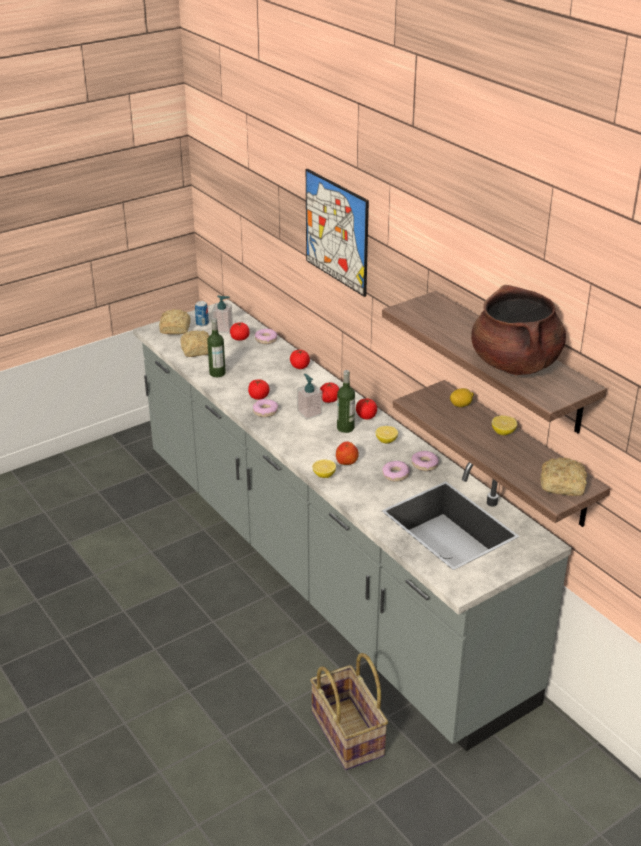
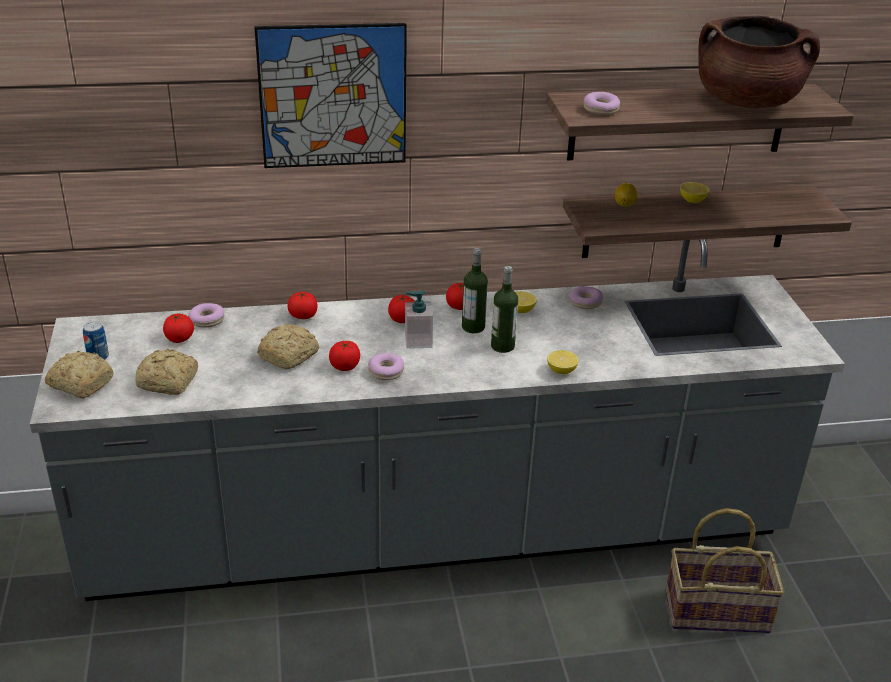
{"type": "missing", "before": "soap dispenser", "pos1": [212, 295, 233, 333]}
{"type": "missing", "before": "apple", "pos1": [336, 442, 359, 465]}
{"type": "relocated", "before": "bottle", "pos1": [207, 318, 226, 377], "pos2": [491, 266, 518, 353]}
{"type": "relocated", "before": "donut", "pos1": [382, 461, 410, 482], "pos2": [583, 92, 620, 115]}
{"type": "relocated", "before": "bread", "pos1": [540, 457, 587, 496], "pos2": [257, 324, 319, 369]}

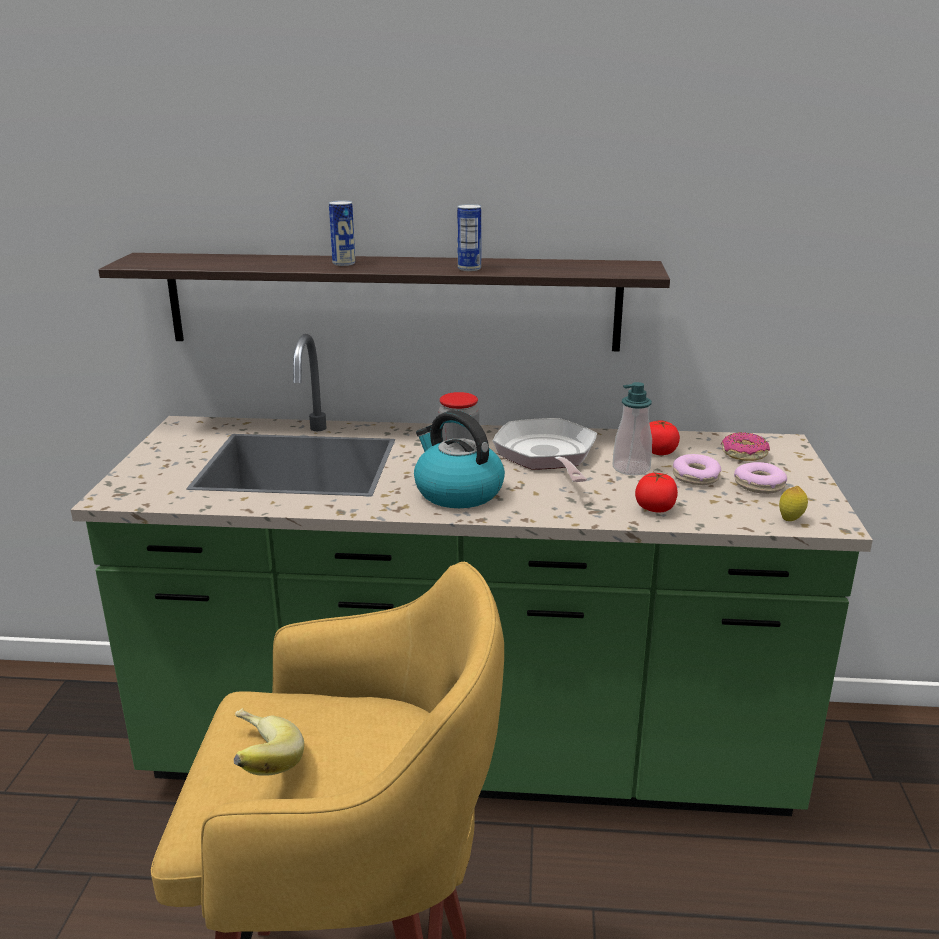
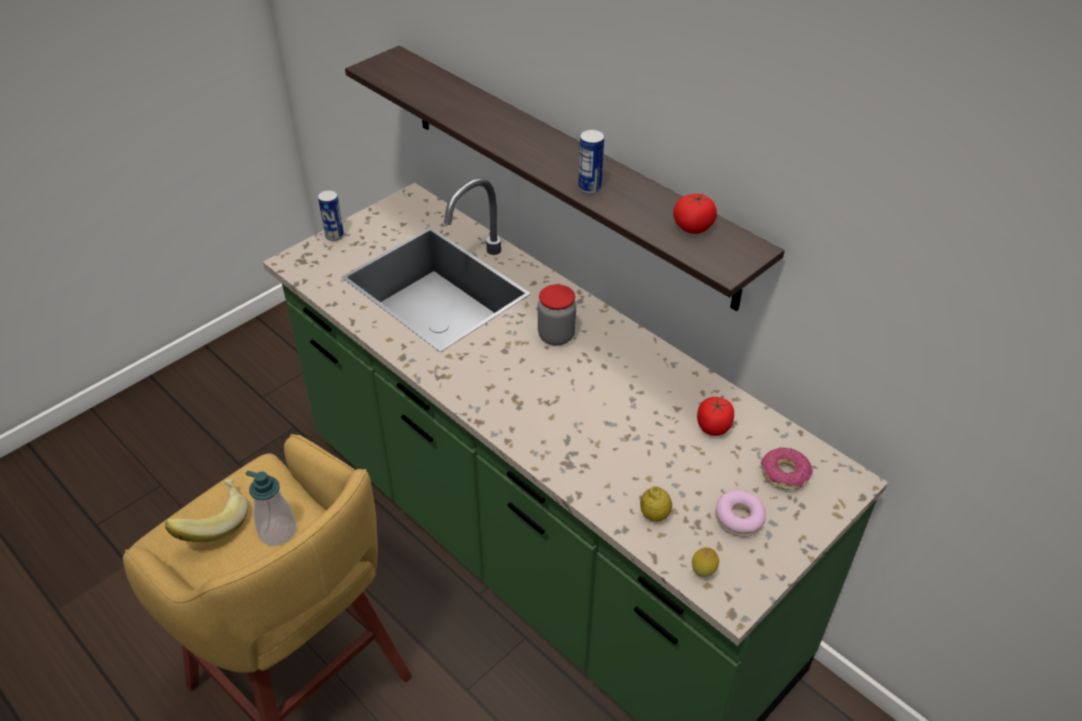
{"type": "missing", "before": "kettle", "pos1": [414, 410, 505, 508]}
{"type": "missing", "before": "frying pan", "pos1": [493, 418, 597, 482]}
{"type": "missing", "before": "donut", "pos1": [673, 454, 721, 485]}
{"type": "appeared", "after": "lemon", "pos2": [640, 486, 672, 521]}
{"type": "relocated", "before": "can", "pos1": [329, 201, 355, 266], "pos2": [318, 190, 344, 241]}
{"type": "relocated", "before": "soap dispenser", "pos1": [612, 382, 652, 475], "pos2": [246, 471, 296, 546]}
{"type": "relocated", "before": "tomato", "pos1": [635, 472, 678, 512], "pos2": [673, 194, 717, 234]}

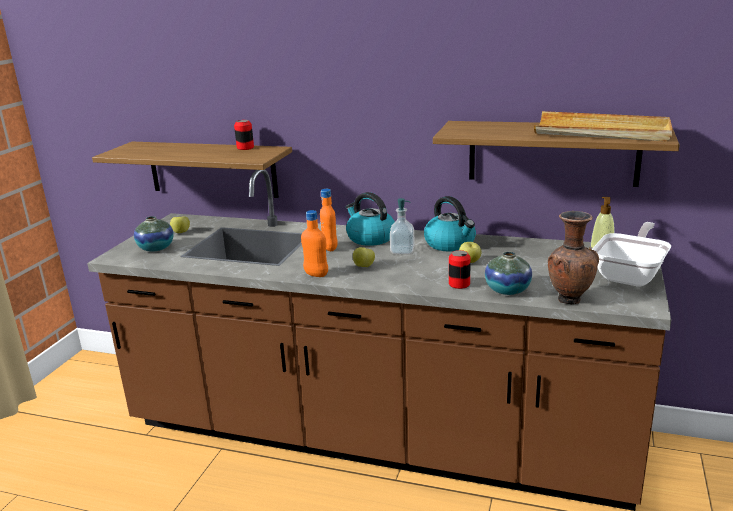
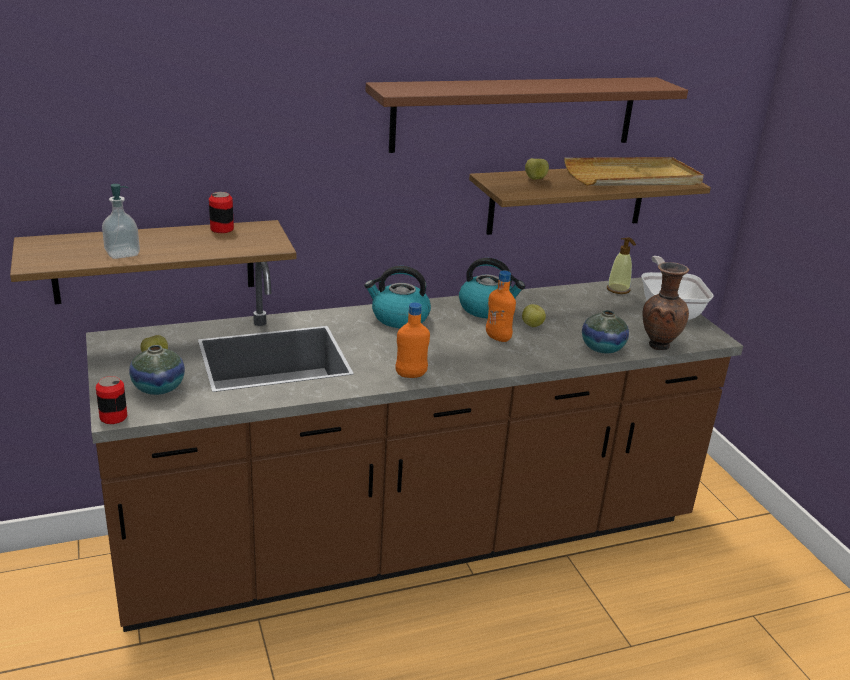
{"type": "appeared", "after": "shelf in brown", "pos2": [366, 77, 688, 153]}
{"type": "relocated", "before": "bottle in orange", "pos1": [320, 189, 338, 251], "pos2": [486, 271, 516, 342]}
{"type": "relocated", "before": "apple", "pos1": [353, 247, 375, 267], "pos2": [525, 158, 549, 180]}
{"type": "relocated", "before": "soap dispenser", "pos1": [390, 198, 415, 254], "pos2": [102, 184, 140, 259]}
{"type": "relocated", "before": "can", "pos1": [449, 250, 471, 289], "pos2": [96, 376, 127, 424]}

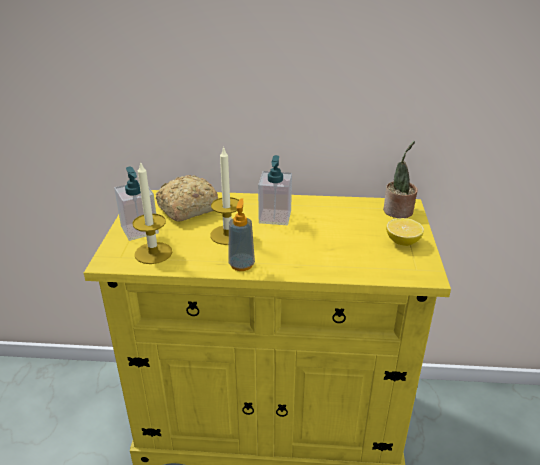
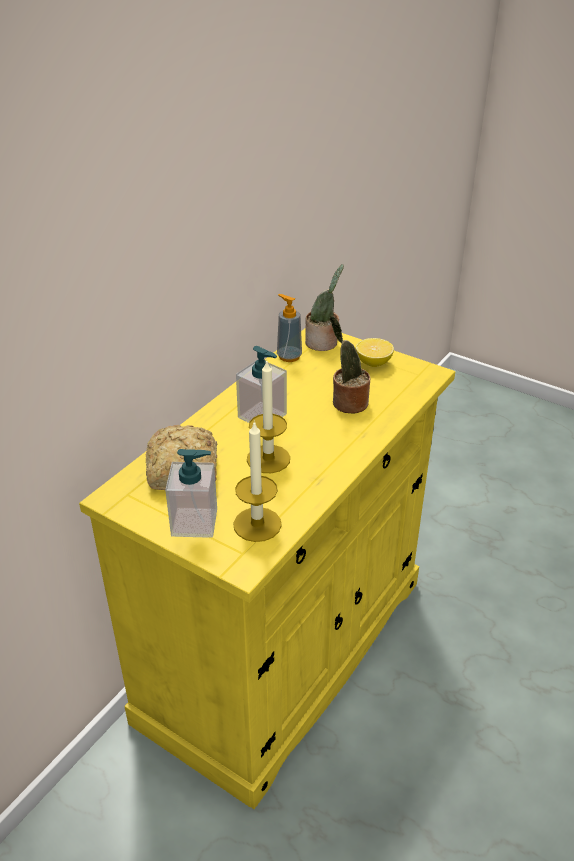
{"type": "appeared", "after": "potted plant", "pos2": [330, 316, 370, 414]}
{"type": "relocated", "before": "soap dispenser", "pos1": [228, 198, 255, 271], "pos2": [277, 294, 302, 362]}

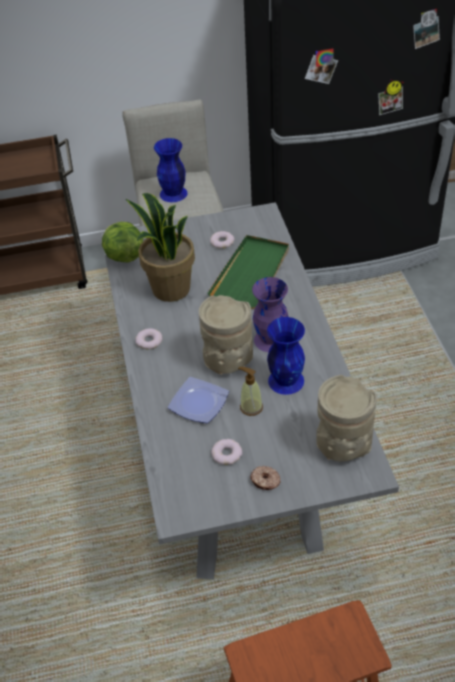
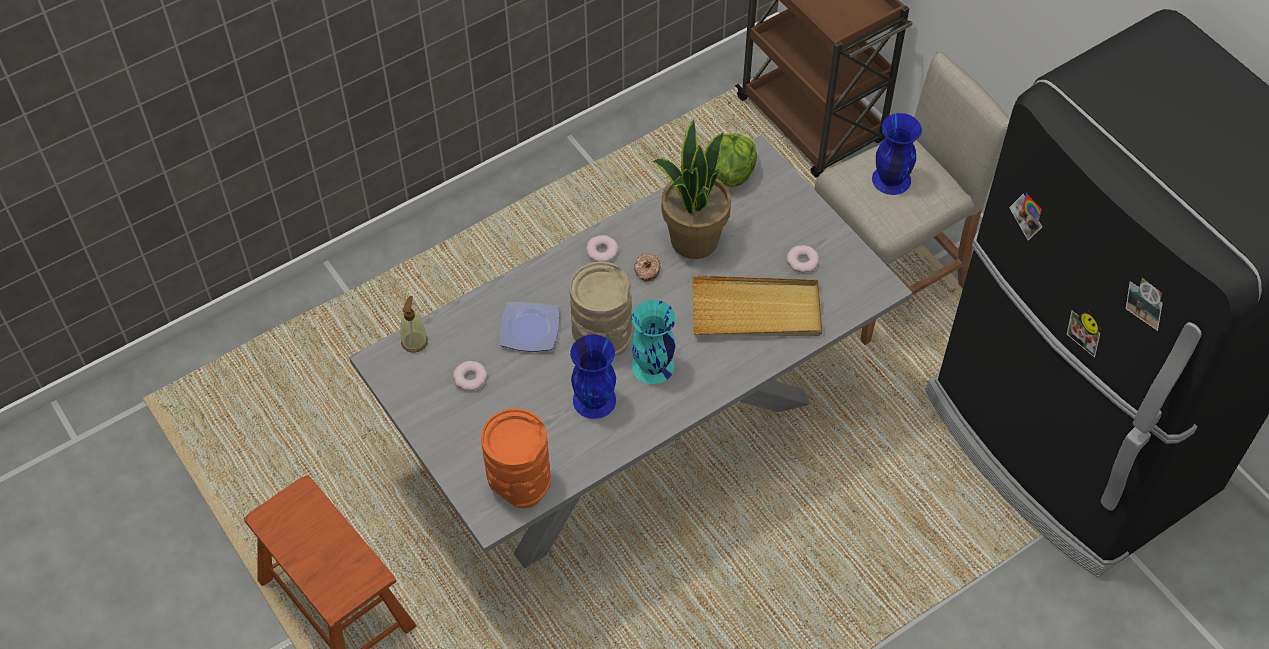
{"type": "relocated", "before": "soap dispenser", "pos1": [238, 367, 263, 416], "pos2": [401, 296, 428, 353]}
{"type": "relocated", "before": "donut", "pos1": [250, 465, 281, 490], "pos2": [634, 253, 661, 282]}
{"type": "colour", "before": "tray in green", "after": "tray in beige", "pos1": [208, 235, 289, 309], "pos2": [692, 275, 822, 336]}
{"type": "colour", "before": "vase in purple", "after": "vase in turquoise", "pos1": [252, 277, 289, 352], "pos2": [631, 300, 676, 384]}
{"type": "colour", "before": "vase in beige", "after": "vase in orange", "pos1": [316, 375, 377, 462], "pos2": [481, 408, 551, 508]}

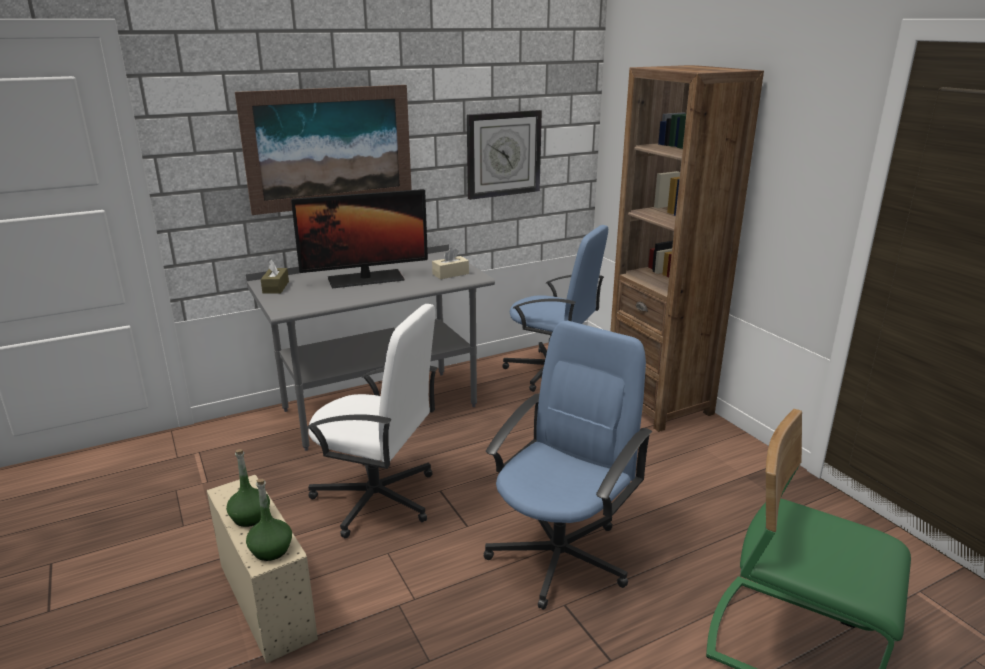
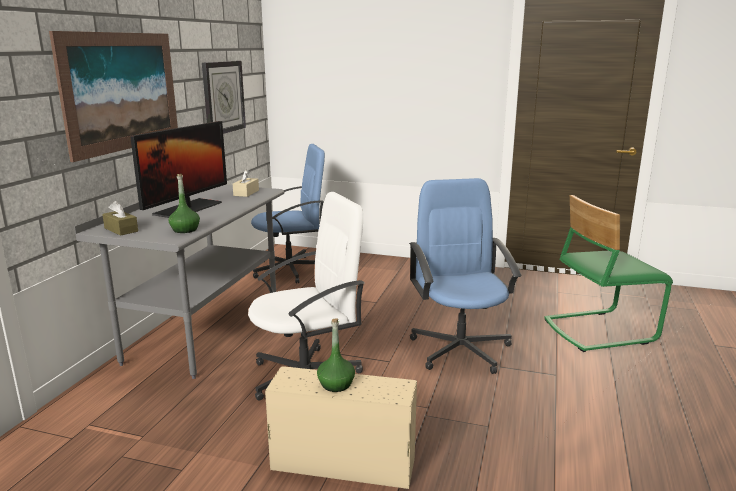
{"type": "missing", "before": "bookcase in brown", "pos1": [610, 65, 764, 432]}
{"type": "relocated", "before": "bottle in green", "pos1": [246, 479, 292, 561], "pos2": [168, 174, 200, 233]}

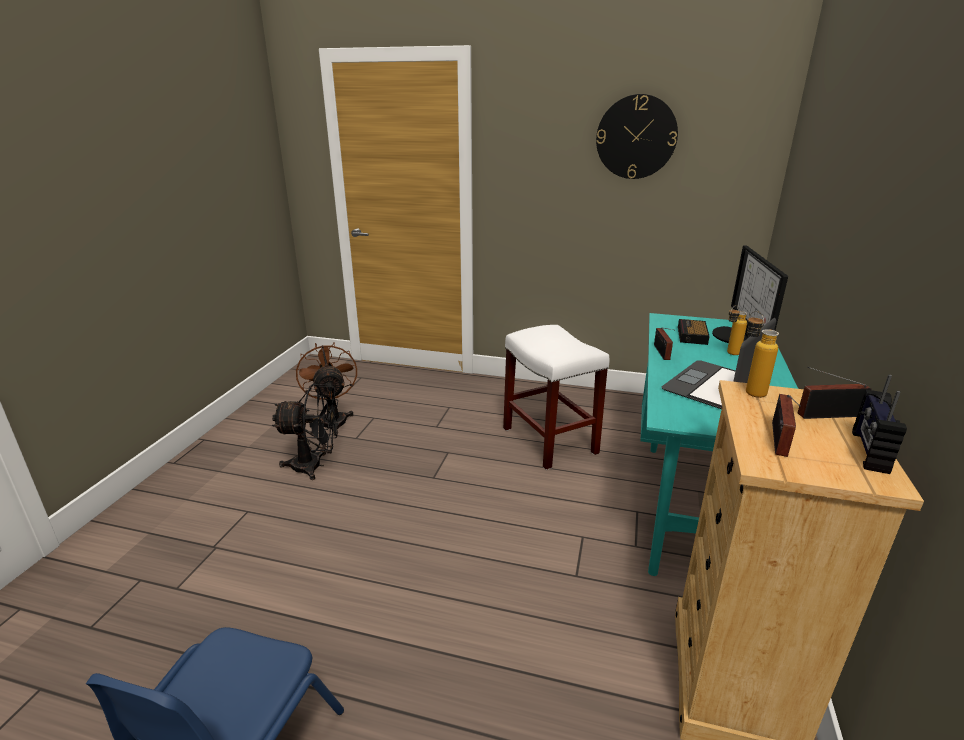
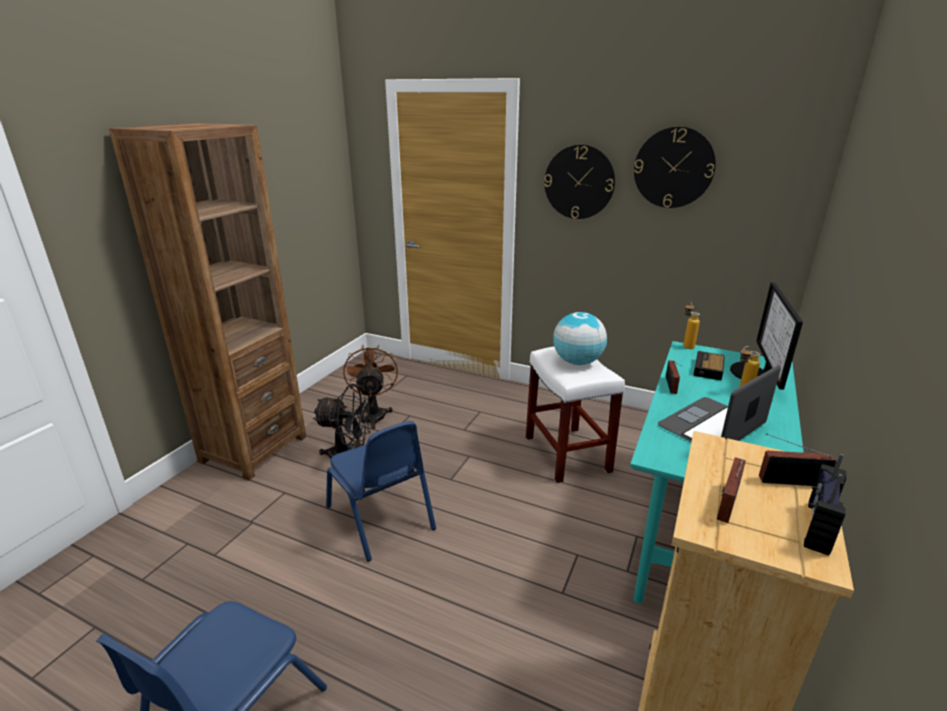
{"type": "appeared", "after": "bookcase in brown", "pos2": [109, 123, 306, 481]}
{"type": "appeared", "after": "chair in blue", "pos2": [326, 421, 436, 562]}
{"type": "appeared", "after": "wall clock", "pos2": [544, 145, 615, 219]}
{"type": "appeared", "after": "globe", "pos2": [553, 312, 607, 365]}
{"type": "relocated", "before": "bottle", "pos1": [746, 311, 779, 398], "pos2": [683, 302, 700, 349]}

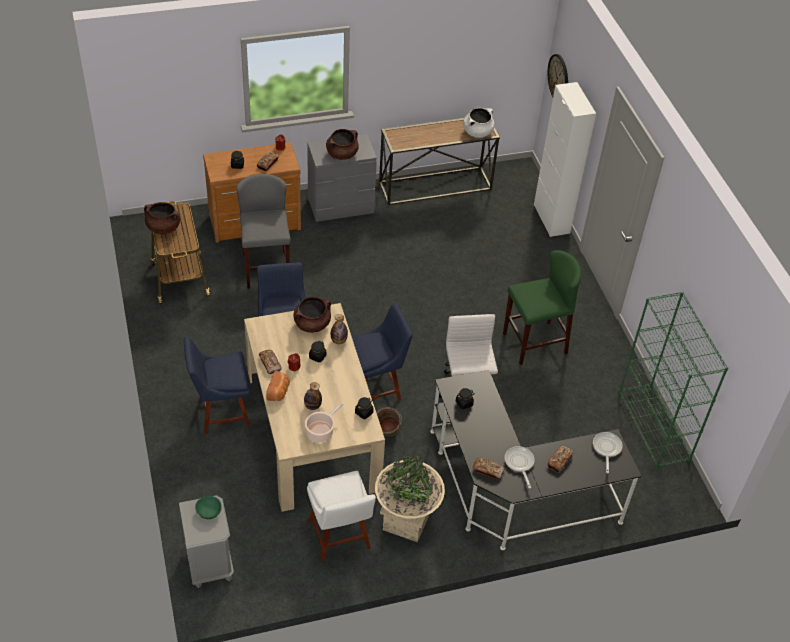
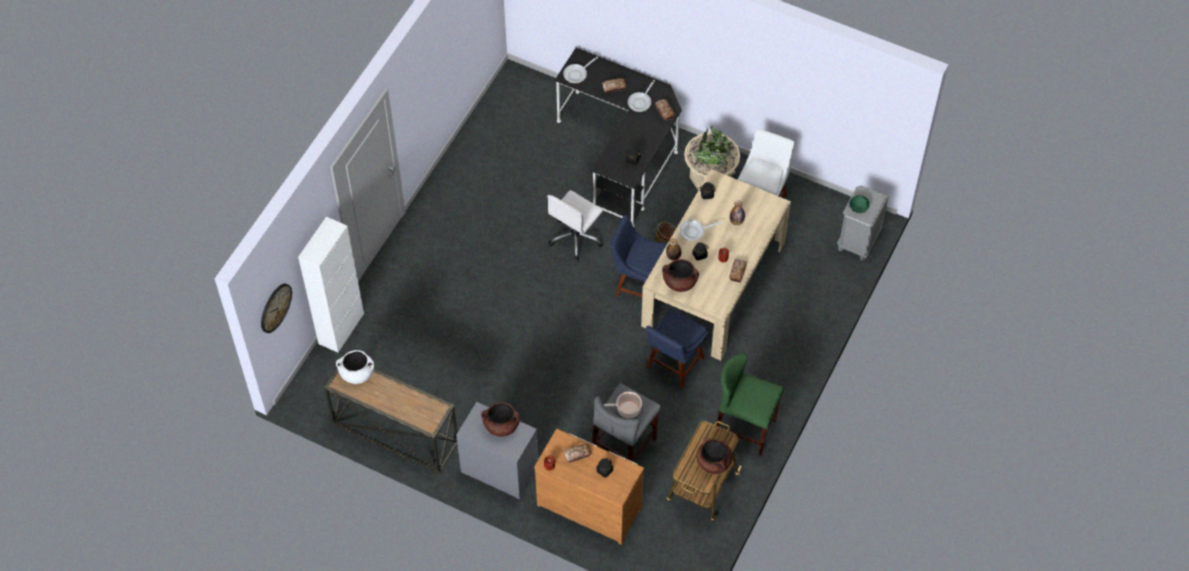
{"type": "missing", "before": "chair in blue", "pos1": [184, 337, 250, 434]}
{"type": "missing", "before": "bread", "pos1": [266, 371, 290, 401]}
{"type": "missing", "before": "bookcase in green", "pos1": [618, 292, 728, 470]}
{"type": "appeared", "after": "frying pan", "pos2": [679, 220, 722, 241]}
{"type": "relocated", "before": "cooking pot", "pos1": [305, 403, 343, 442], "pos2": [603, 392, 642, 418]}
{"type": "relocated", "before": "stool in green", "pos1": [503, 250, 581, 365], "pos2": [713, 353, 784, 456]}

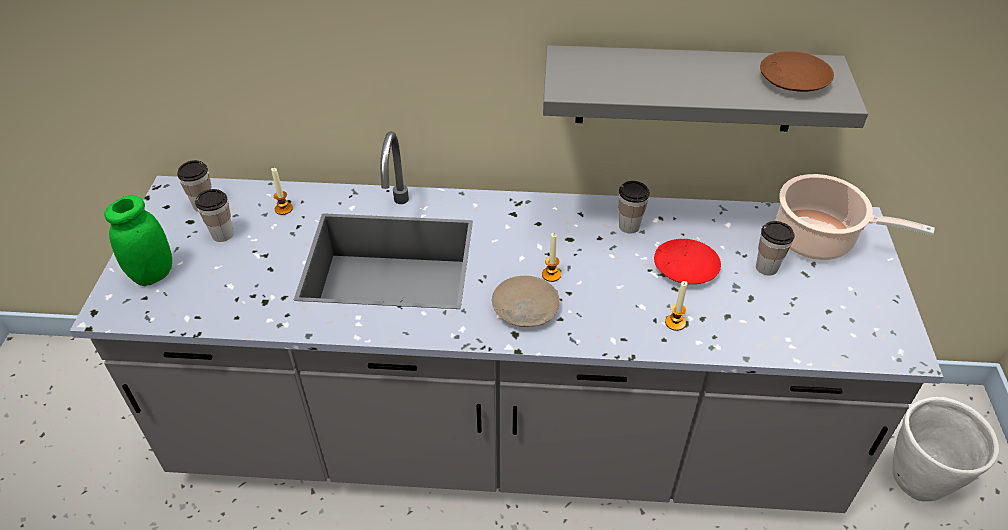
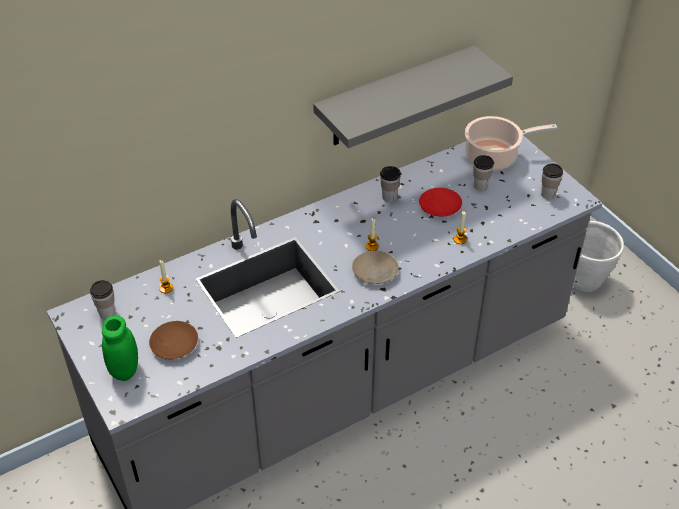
{"type": "relocated", "before": "cup", "pos1": [195, 189, 233, 242], "pos2": [541, 163, 563, 199]}
{"type": "relocated", "before": "plate in brown", "pos1": [760, 51, 834, 92], "pos2": [149, 321, 198, 360]}

